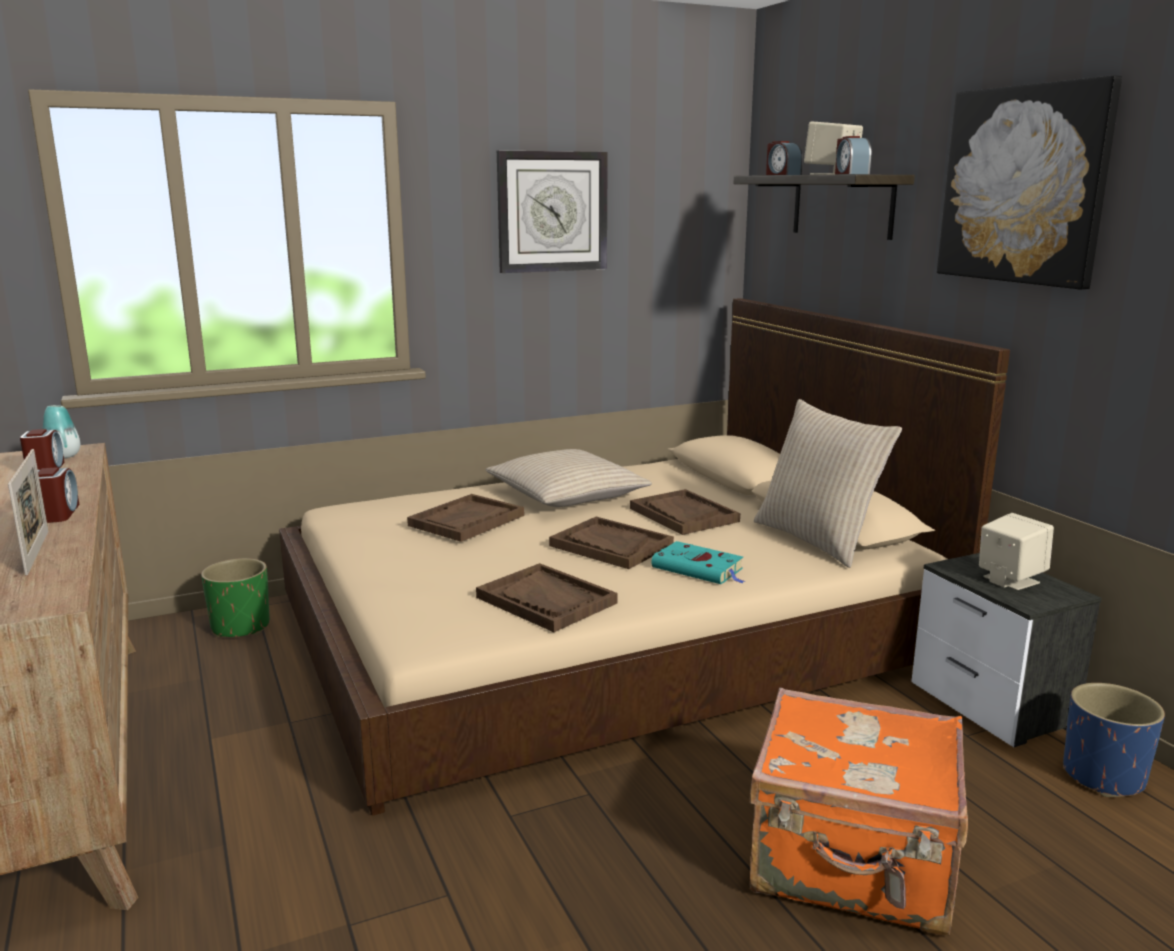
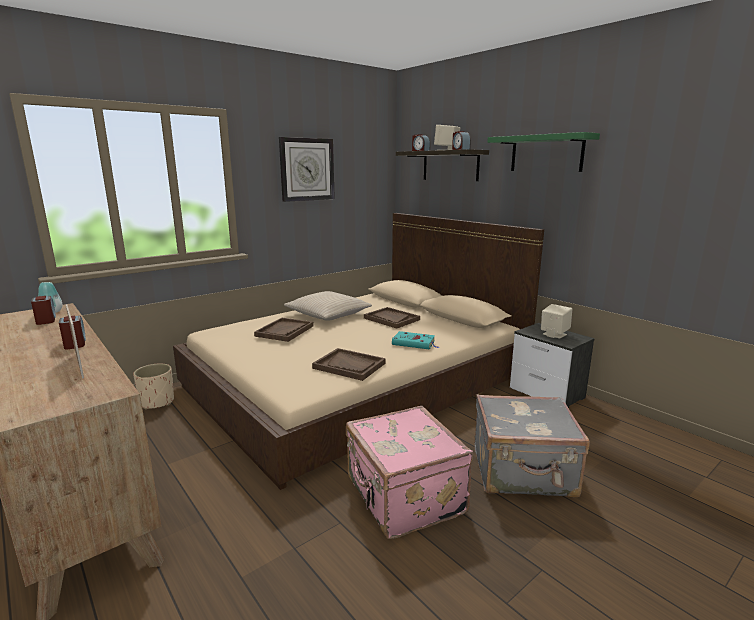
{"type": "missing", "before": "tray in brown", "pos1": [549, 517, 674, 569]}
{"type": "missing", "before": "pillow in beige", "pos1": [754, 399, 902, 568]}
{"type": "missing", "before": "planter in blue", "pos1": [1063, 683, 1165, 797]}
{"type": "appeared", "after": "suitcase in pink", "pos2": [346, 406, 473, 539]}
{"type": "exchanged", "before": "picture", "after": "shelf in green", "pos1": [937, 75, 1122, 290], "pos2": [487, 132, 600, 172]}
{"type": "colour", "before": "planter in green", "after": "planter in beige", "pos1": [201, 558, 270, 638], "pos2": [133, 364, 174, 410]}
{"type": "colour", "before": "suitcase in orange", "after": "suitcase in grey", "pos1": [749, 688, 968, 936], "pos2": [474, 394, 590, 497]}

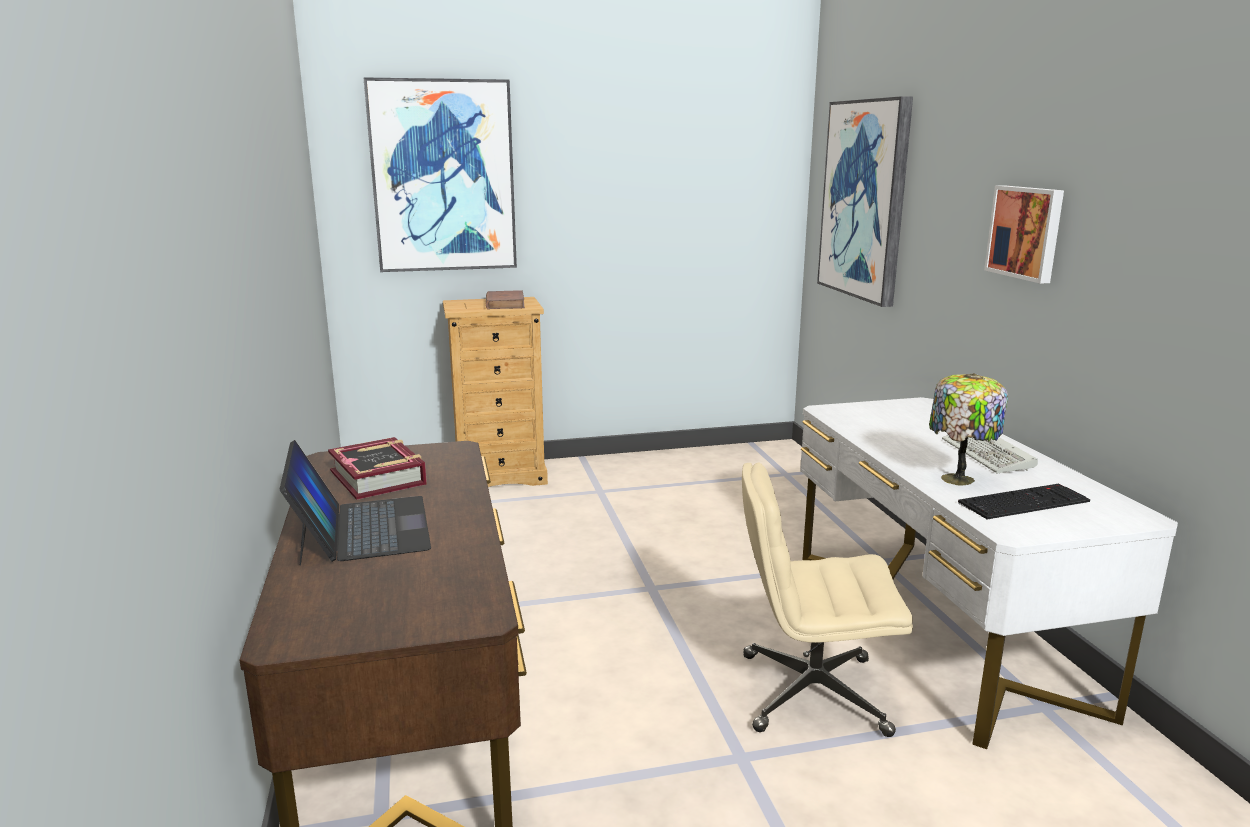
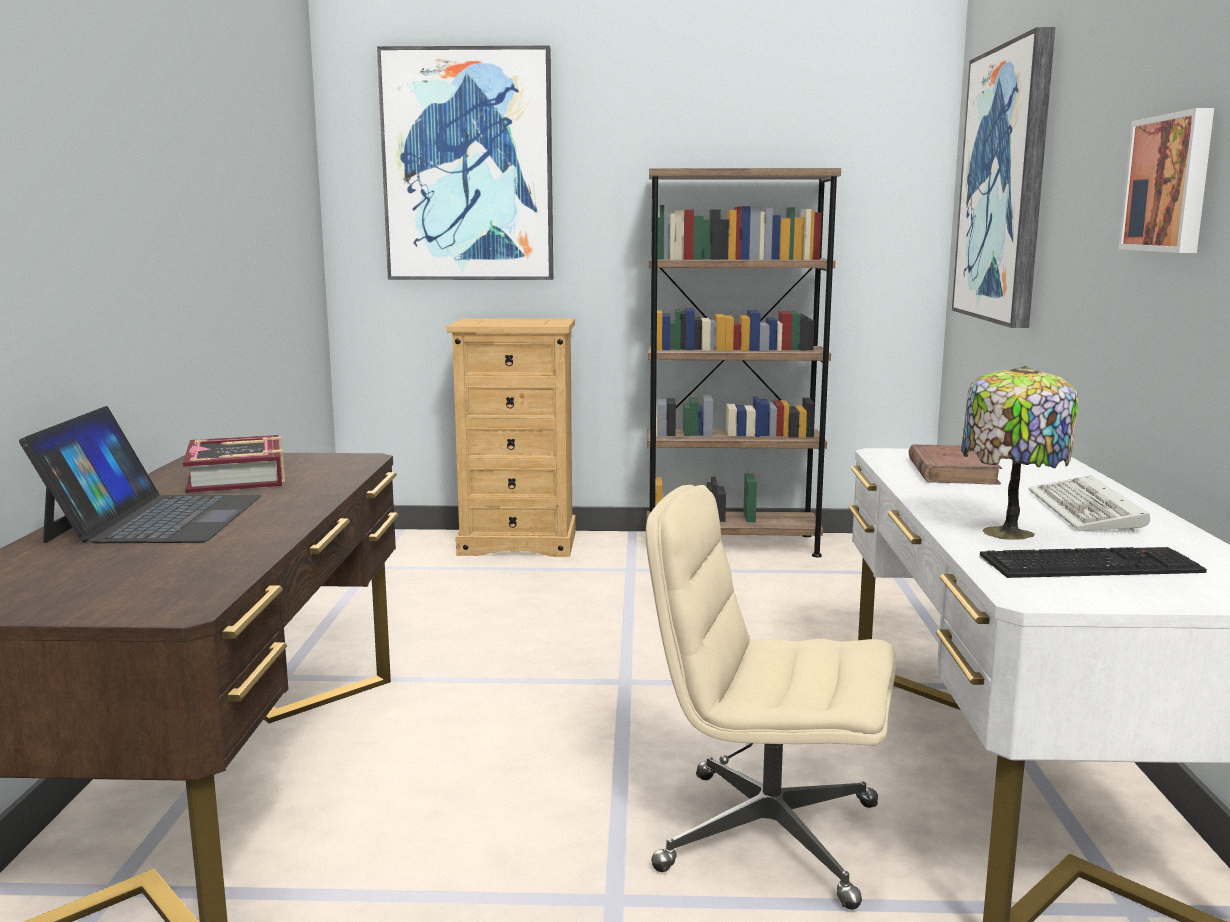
{"type": "appeared", "after": "bookcase in brown", "pos2": [647, 168, 841, 557]}
{"type": "relocated", "before": "book in brown", "pos1": [486, 290, 525, 309], "pos2": [909, 445, 1002, 484]}

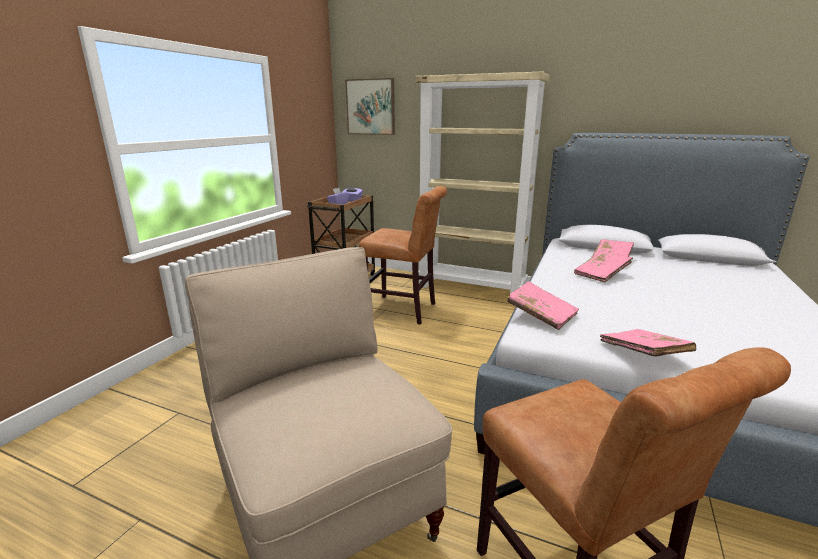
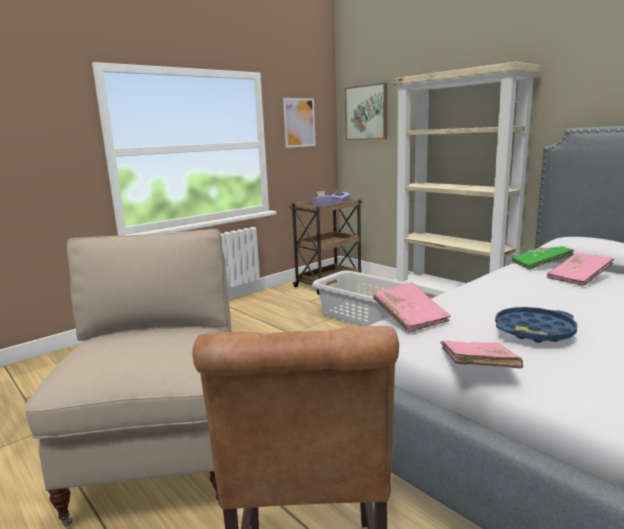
{"type": "missing", "before": "book in pink", "pos1": [574, 251, 633, 282]}
{"type": "appeared", "after": "picture", "pos2": [283, 98, 316, 148]}
{"type": "appeared", "after": "tray in blue", "pos2": [495, 307, 577, 343]}
{"type": "appeared", "after": "book in green", "pos2": [512, 246, 574, 269]}
{"type": "exchanged", "before": "chair in brown", "after": "laundry basket in grey", "pos1": [359, 186, 447, 325], "pos2": [312, 271, 407, 326]}

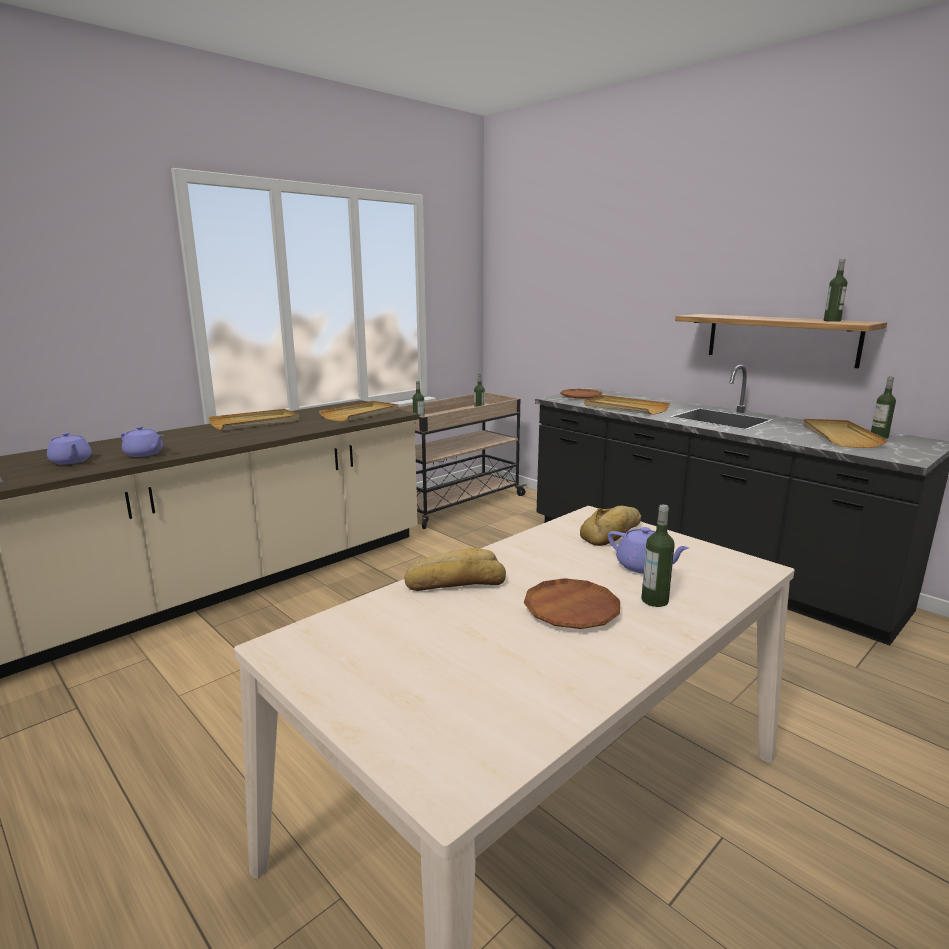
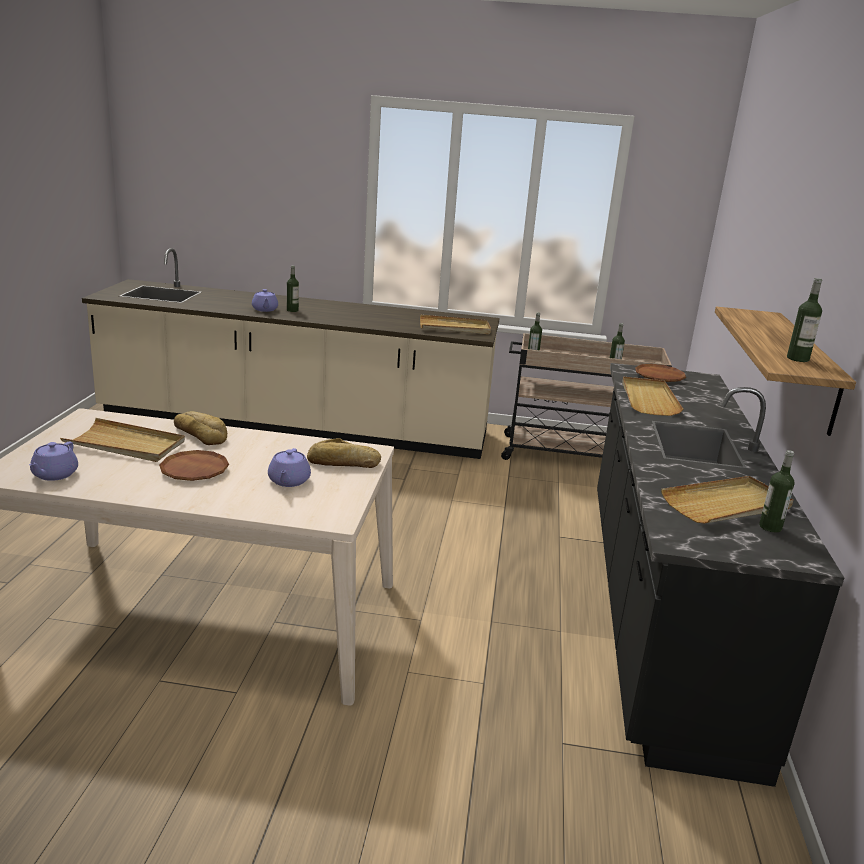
{"type": "relocated", "before": "teapot in purple", "pos1": [47, 432, 92, 465], "pos2": [29, 442, 78, 481]}
{"type": "relocated", "before": "tray in beige", "pos1": [208, 409, 300, 430], "pos2": [60, 418, 185, 462]}
{"type": "relocated", "before": "bottle", "pos1": [641, 505, 675, 607], "pos2": [287, 266, 299, 312]}

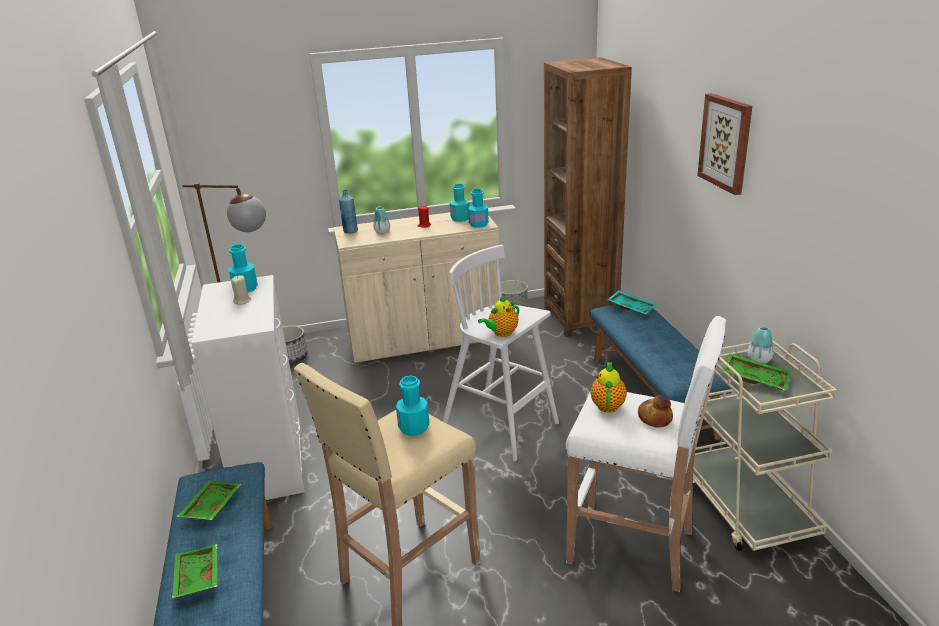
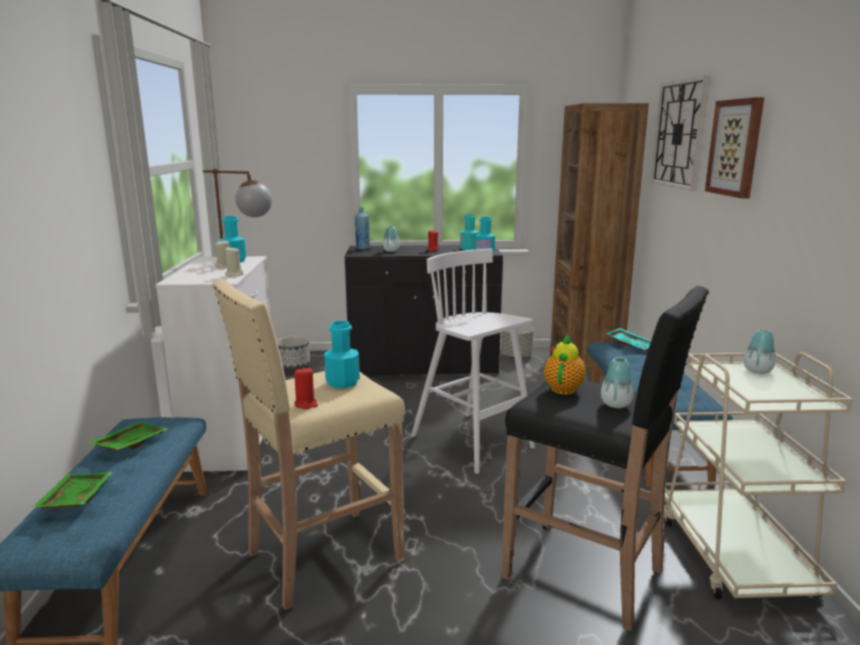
{"type": "missing", "before": "teapot", "pos1": [478, 296, 519, 337]}
{"type": "missing", "before": "tray in green", "pos1": [722, 353, 791, 391]}
{"type": "appeared", "after": "candle in beige", "pos2": [225, 246, 244, 277]}
{"type": "appeared", "after": "candle in red", "pos2": [294, 367, 318, 409]}
{"type": "appeared", "after": "wall clock", "pos2": [651, 75, 710, 191]}
{"type": "exchanged", "before": "bread", "after": "vase", "pos1": [638, 395, 673, 427], "pos2": [601, 357, 634, 408]}
{"type": "colour", "before": "cabinet in beige", "after": "cabinet in black", "pos1": [333, 212, 500, 364], "pos2": [345, 245, 503, 375]}
{"type": "colour", "before": "stool in white", "after": "stool in black", "pos1": [566, 316, 726, 592], "pos2": [501, 286, 709, 631]}

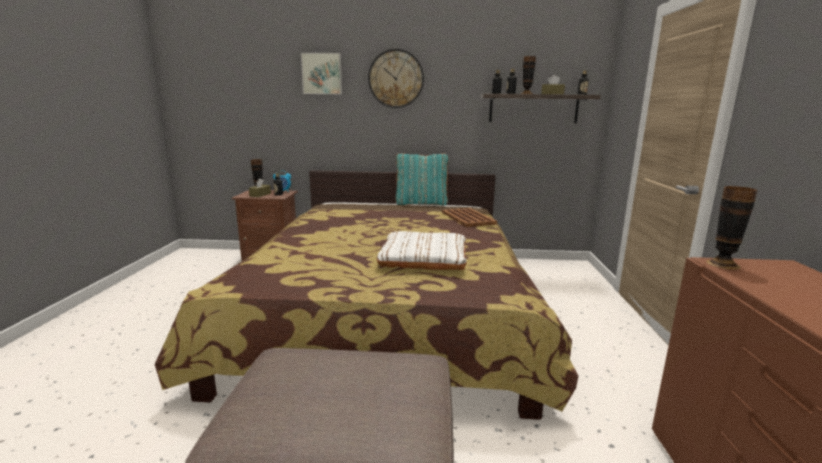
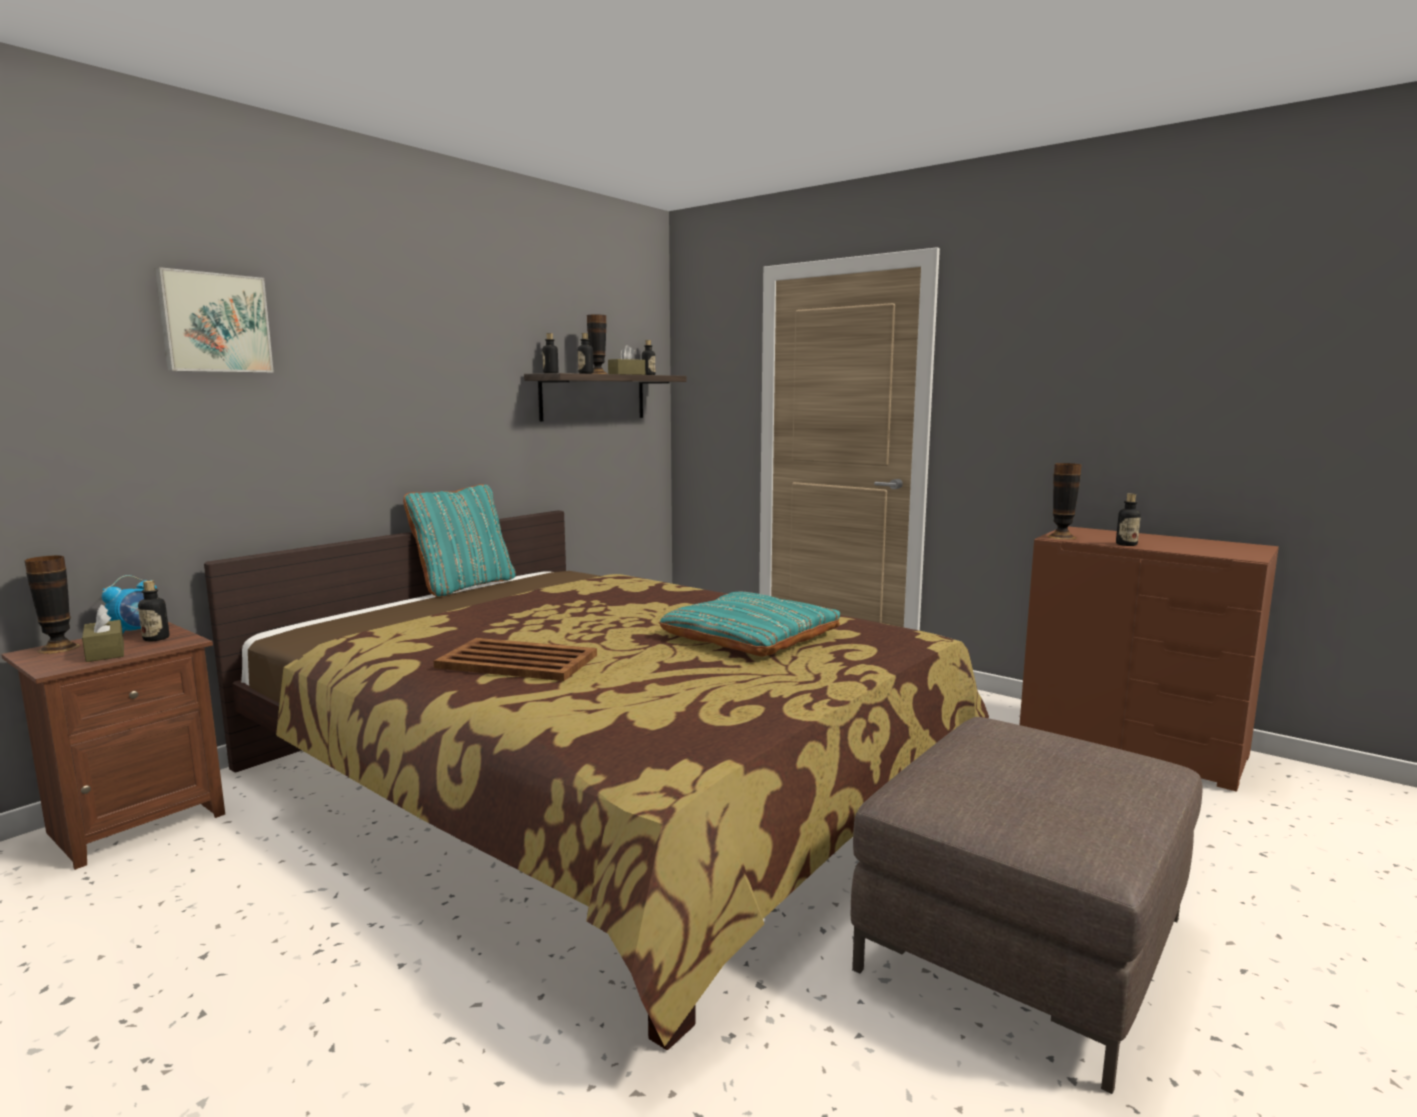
{"type": "missing", "before": "wall clock", "pos1": [368, 49, 424, 108]}
{"type": "appeared", "after": "bottle", "pos2": [1116, 493, 1141, 546]}
{"type": "relocated", "before": "tray in brown", "pos1": [442, 208, 497, 227], "pos2": [434, 638, 597, 681]}
{"type": "colour", "before": "pillow in white", "after": "pillow in turquoise", "pos1": [377, 231, 467, 270], "pos2": [659, 592, 840, 657]}

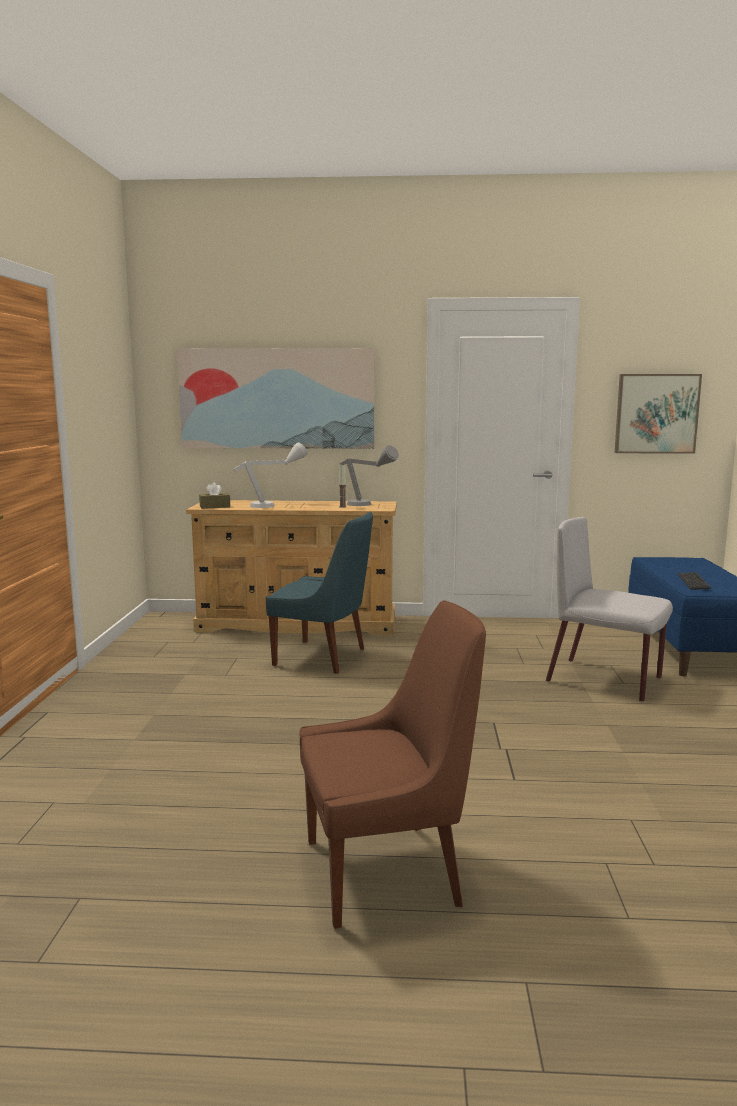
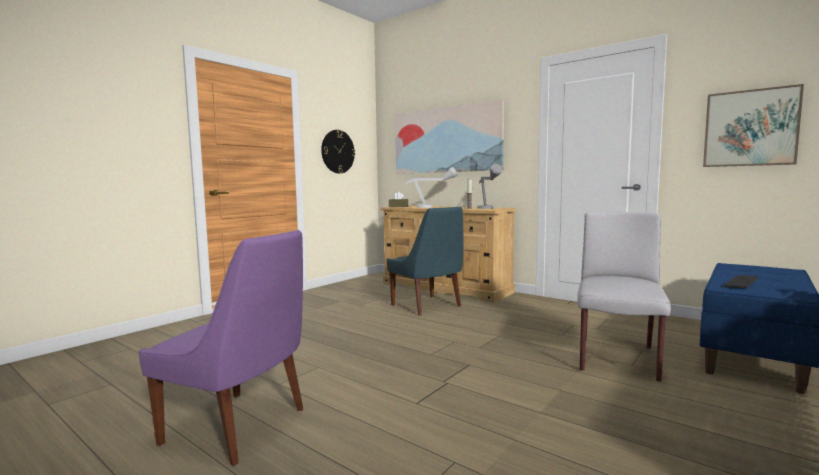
{"type": "appeared", "after": "wall clock", "pos2": [321, 130, 355, 173]}
{"type": "colour", "before": "chair in brown", "after": "chair in purple", "pos1": [300, 600, 486, 929], "pos2": [138, 230, 303, 466]}
{"type": "spun", "before": "chair in grey", "pos1": [546, 517, 673, 702], "pos2": [577, 212, 671, 382], "turn": 45}

